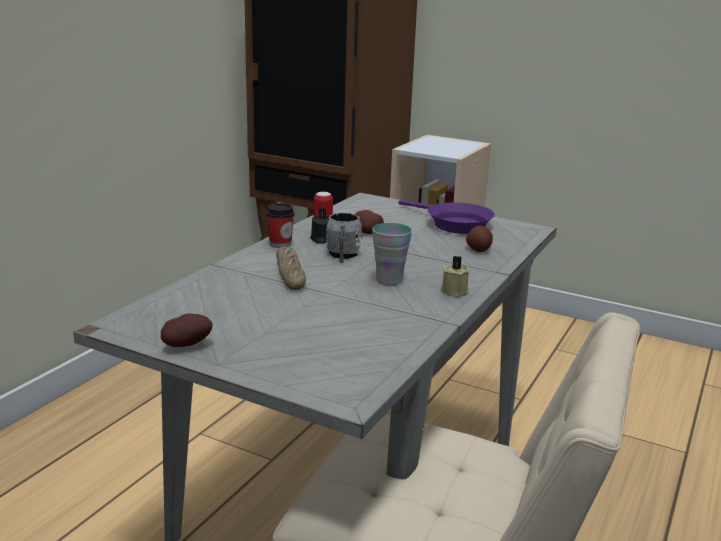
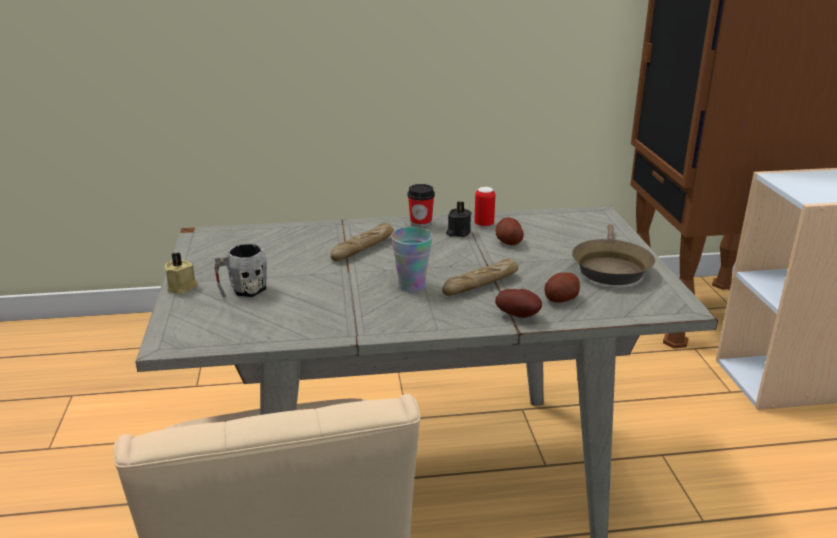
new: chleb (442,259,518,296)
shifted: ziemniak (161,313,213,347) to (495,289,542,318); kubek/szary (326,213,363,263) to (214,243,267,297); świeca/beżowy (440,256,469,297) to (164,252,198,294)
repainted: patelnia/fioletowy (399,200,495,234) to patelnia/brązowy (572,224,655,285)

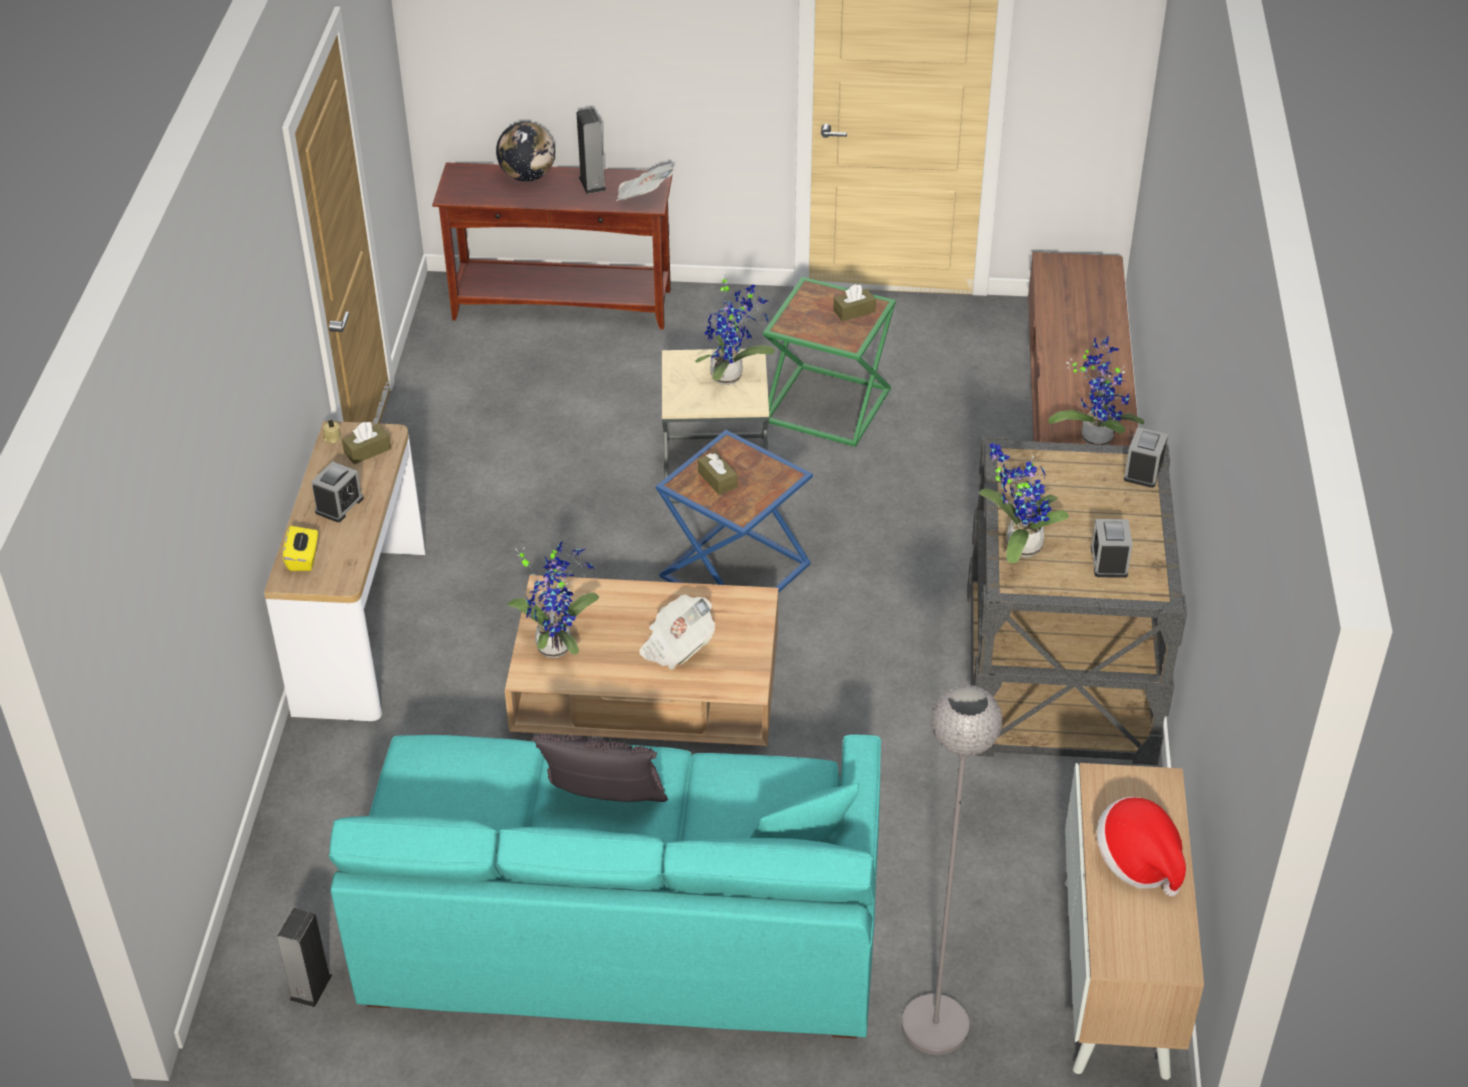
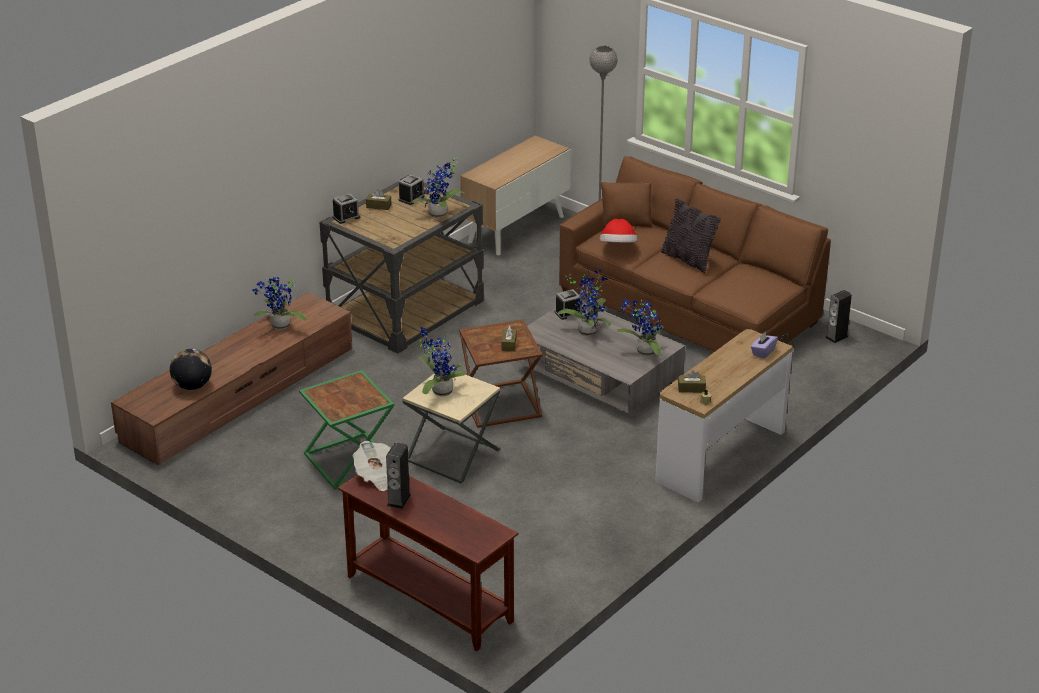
shifted: budzik (311,461,364,522) to (555,289,582,320); globus (496,122,555,182) to (170,349,212,390); pudełko chusteczek/brązowy (833,284,876,321) to (366,189,391,210); kapelusz (1097,797,1186,896) to (600,219,638,242)
swapped: gazeta (639,595,715,670) to roślina doniczkowa (557,269,611,336)
repainted: pudełko chusteczek/żółty (283,526,318,571) to pudełko chusteczek/fioletowy (751,331,778,359); kanapa/turkusowy (329,735,881,1038) to kanapa/brązowy (559,156,831,352); ława/brązowy (505,575,778,746) to ława/szary (515,302,685,414); stolik/niebieski (656,430,813,593) to stolik/brązowy (459,320,543,428)

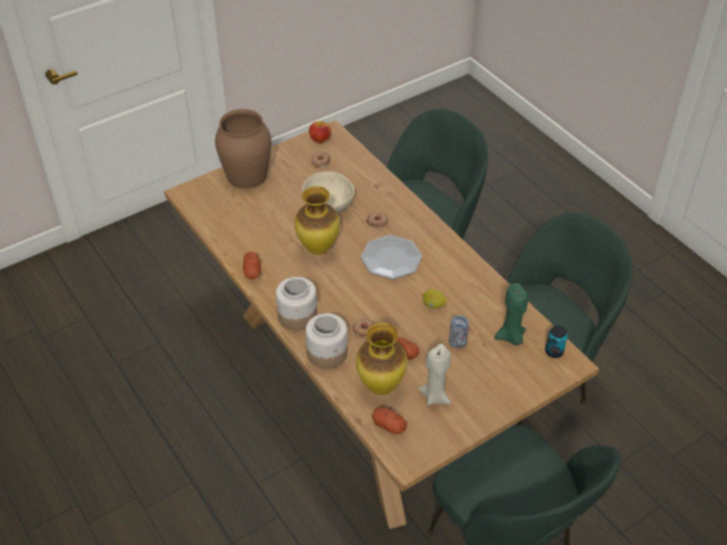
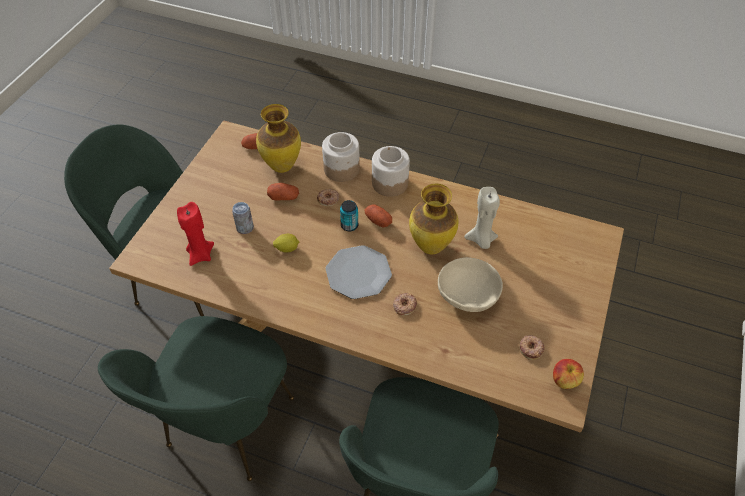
gone: wazon/brązowy (215,109,271,189)
shifted: ziemniak (243,252,261,279) to (365,204,392,228); świeca/beżowy (419,344,451,406) to (464,187,500,249); puszka (545,326,568,358) to (340,200,358,231)
repainted: świeca/zielony (495,283,528,345) to świeca/czerwony (177,202,214,266)

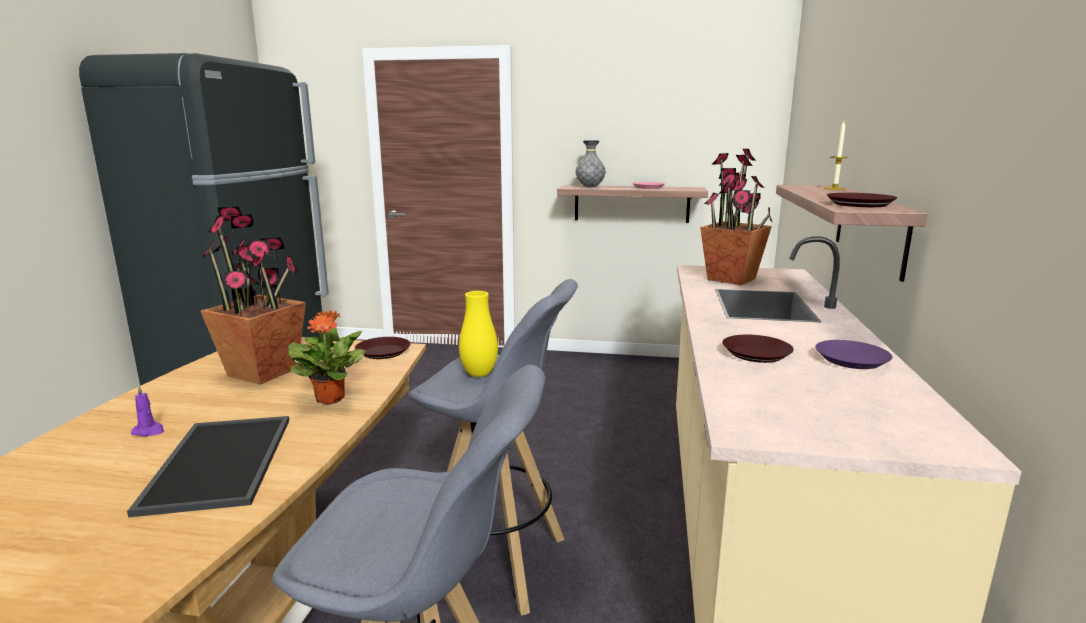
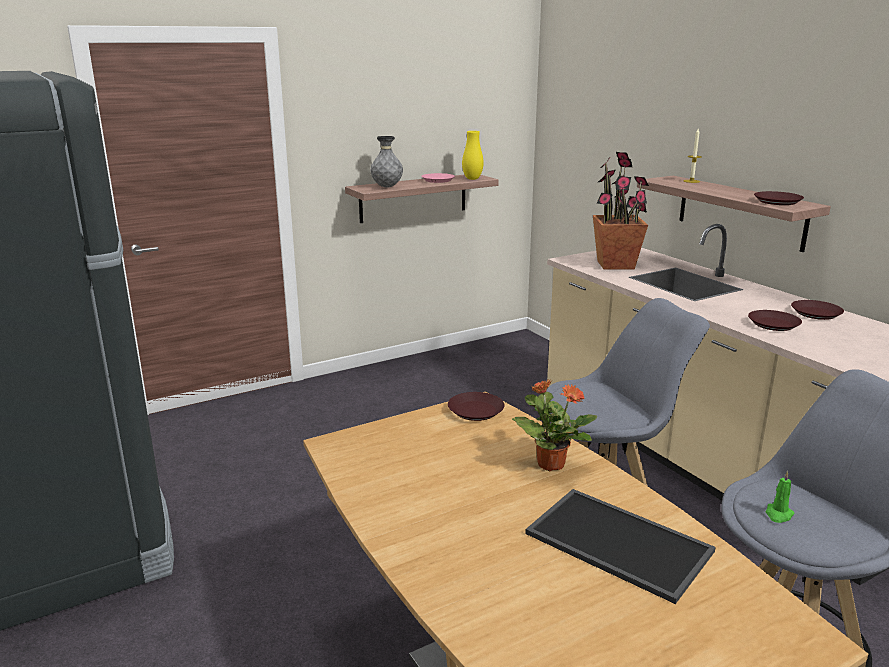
gone: świeca/fioletowy (131,385,164,436); roślina doniczkowa (200,206,306,384)
new: świeca/zielony (766,471,795,523)
shifted: wazon/żółty (459,291,498,377) to (462,131,484,180)
repainted: talerz/fioletowy (815,340,893,369) to talerz/brązowy (791,300,844,320)

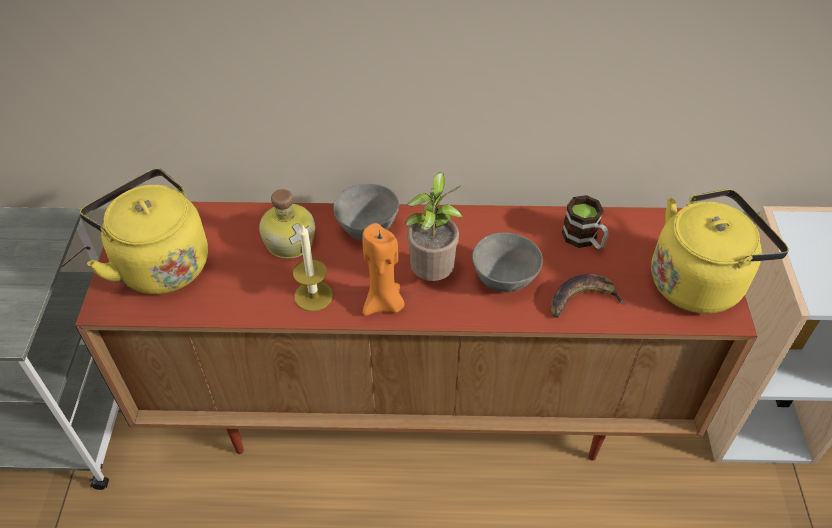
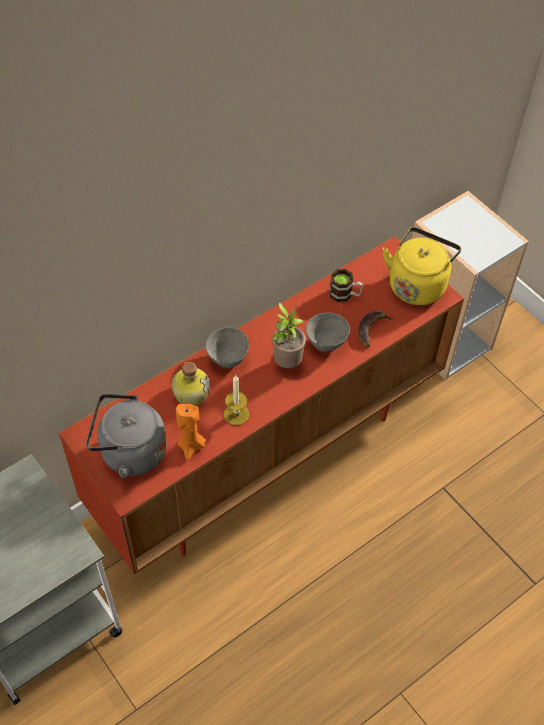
shifted: świeca/pomarańczowy (362,223,405,316) to (176,404,205,460)
repainted: czajnik/żółty (79,168,208,294) to czajnik/szary (86,394,167,478)

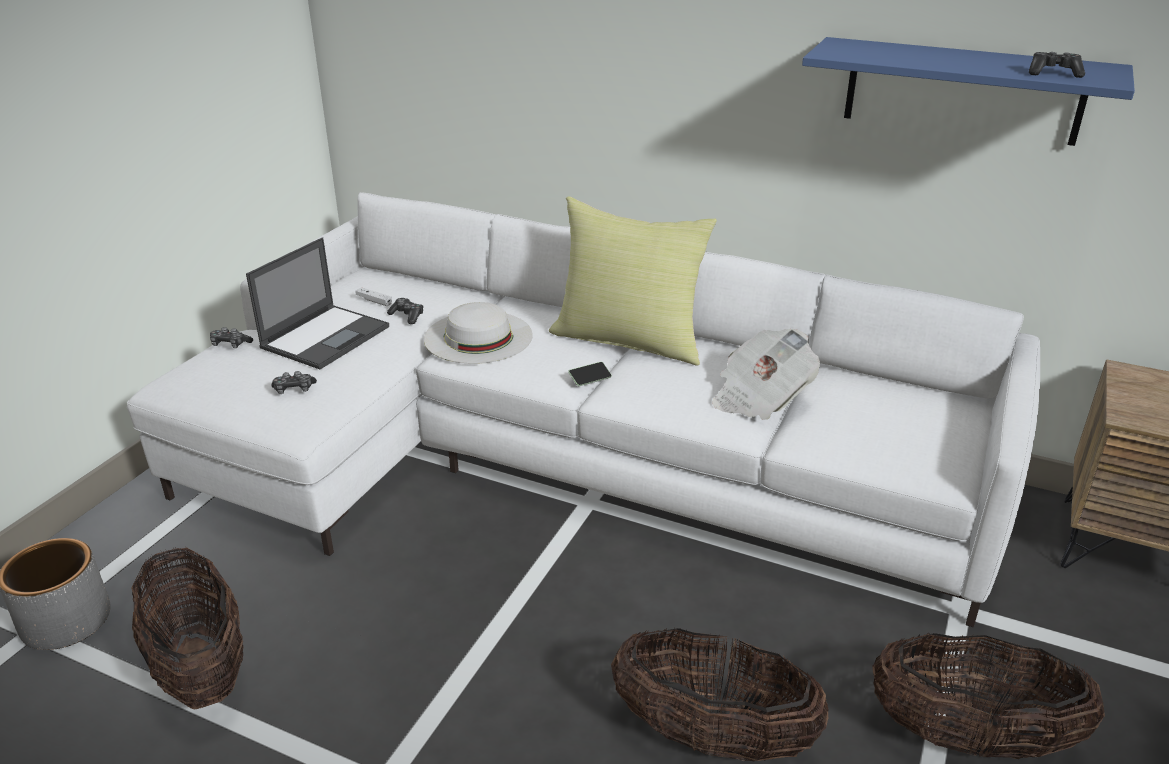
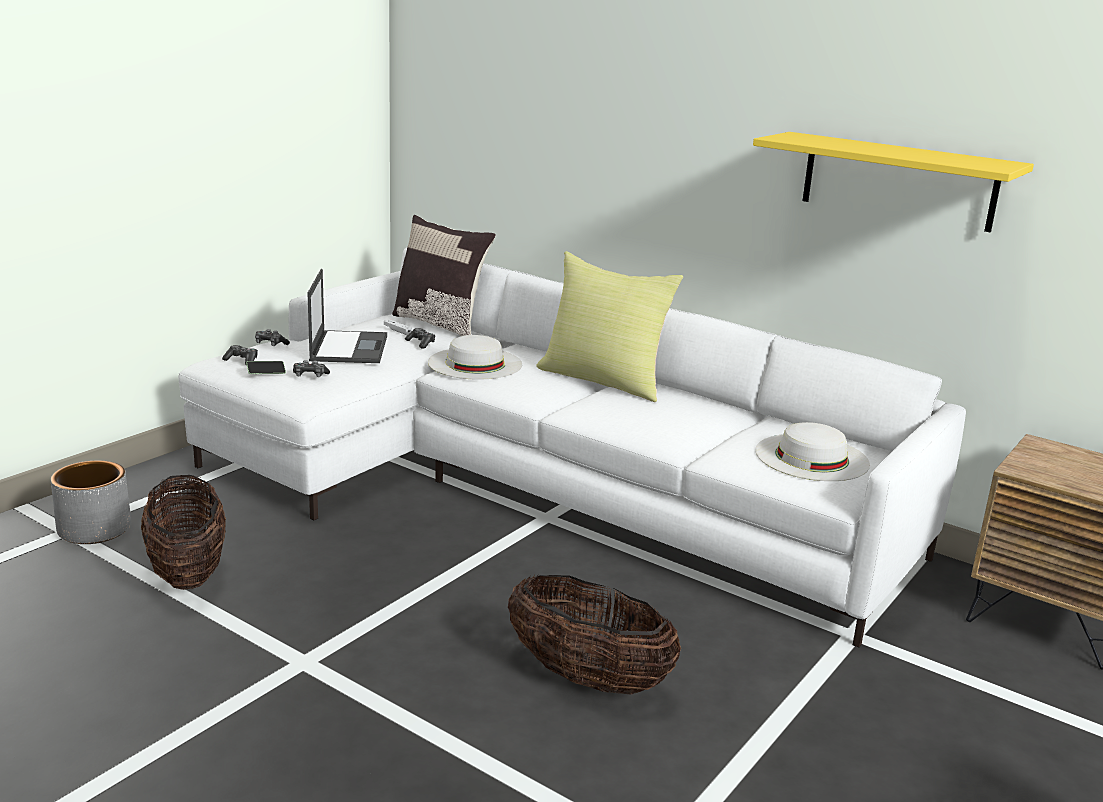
gone: gazeta (712,329,820,420); koszyk (872,632,1105,759)
new: poduszka (392,215,496,336); kapelusz/biały (755,422,870,481)
shifted: telefon (568,362,612,386) to (246,361,286,374); pad do gier (1029,52,1085,78) to (222,345,258,365)
repainted: półka/niebieski (802,37,1135,146) to półka/żółty (753,132,1034,232)
rotated: laptop (246,237,389,369) = (307,269,387,363) 45 degrees counterclockwise

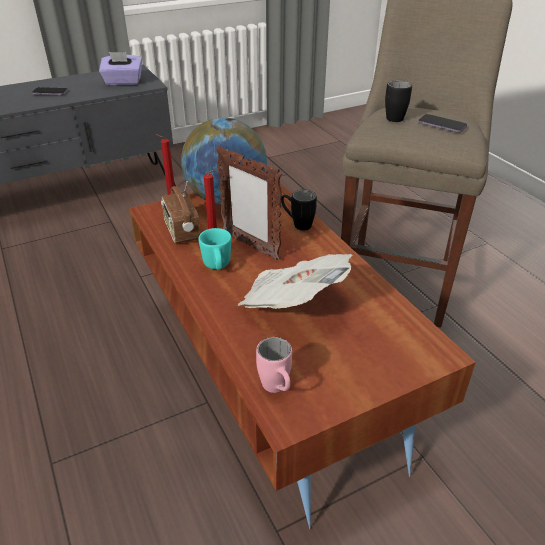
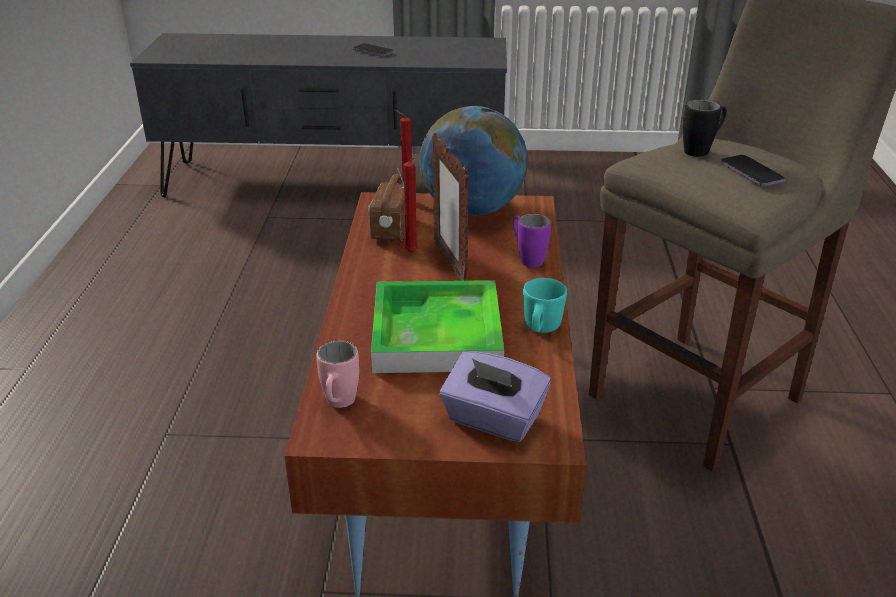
shifted: pudełko chusteczek/fioletowy (99,52,142,85) to (439,352,551,442); kubek/turkusowy (198,228,232,270) to (523,278,567,333)
swapped: gazeta (237,254,352,309) to taca (371,280,504,373)
repainted: kubek/czarny (281,190,317,231) to kubek/fioletowy (513,214,551,267)

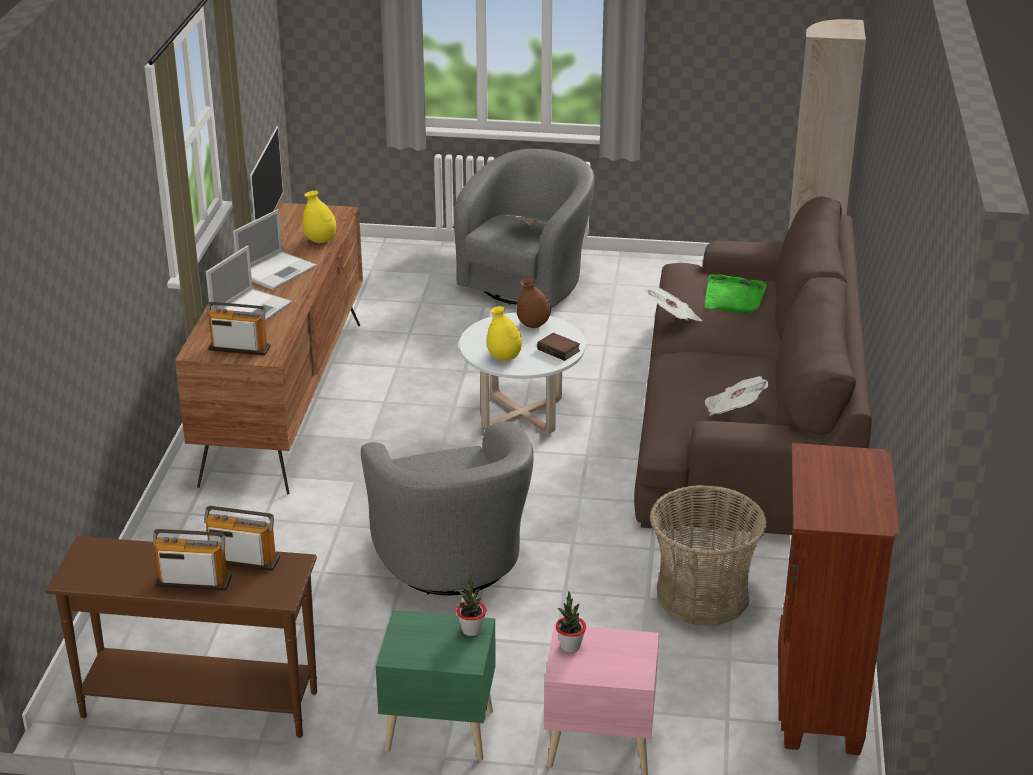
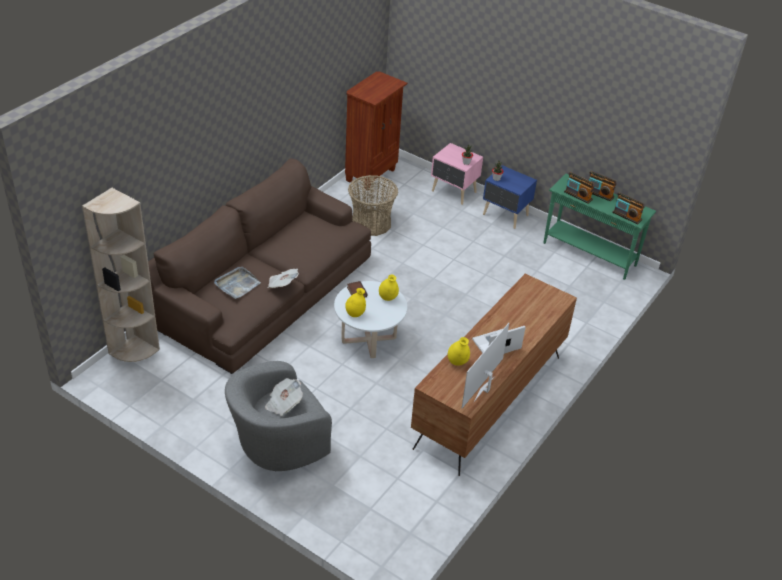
gone: laptop (206,246,292,321); fotel/szary (361,421,534,595); gazeta (705,376,768,416)
shifted: radio (207,302,271,356) to (612,192,645,224)
repainted: stolik konsolowy/brązowy (46,536,317,738) to stolik konsolowy/zielony (543,174,656,280); szafka nocna/zielony (376,610,496,760) to szafka nocna/niebieski (483,165,537,229); wazon/brązowy (517,278,551,328) to wazon/żółty (345,288,366,317); taca/zielony (705,274,767,314) to taca/szary (214,267,261,299)

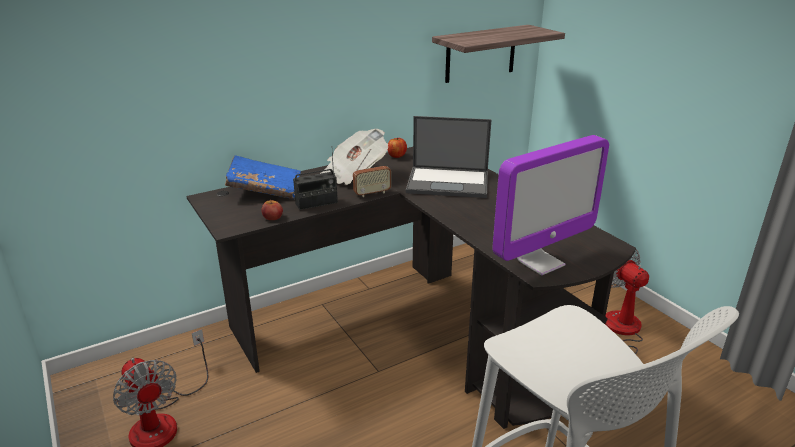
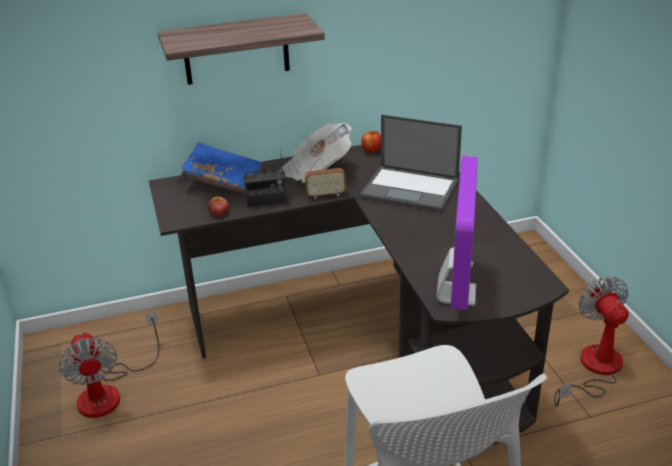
shifted: półka (432,25,565,83) to (158,13,325,85)
rotated: monitor (492,135,609,275) = (436,156,478,310) 60 degrees counterclockwise

